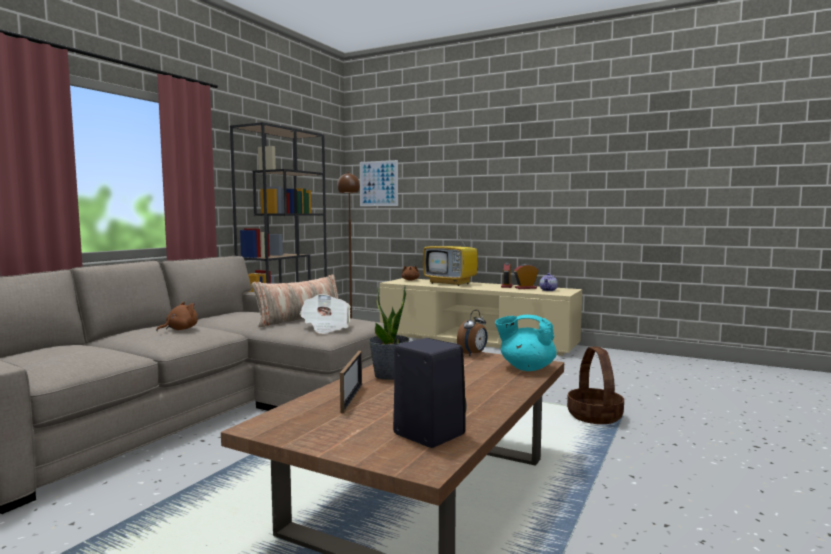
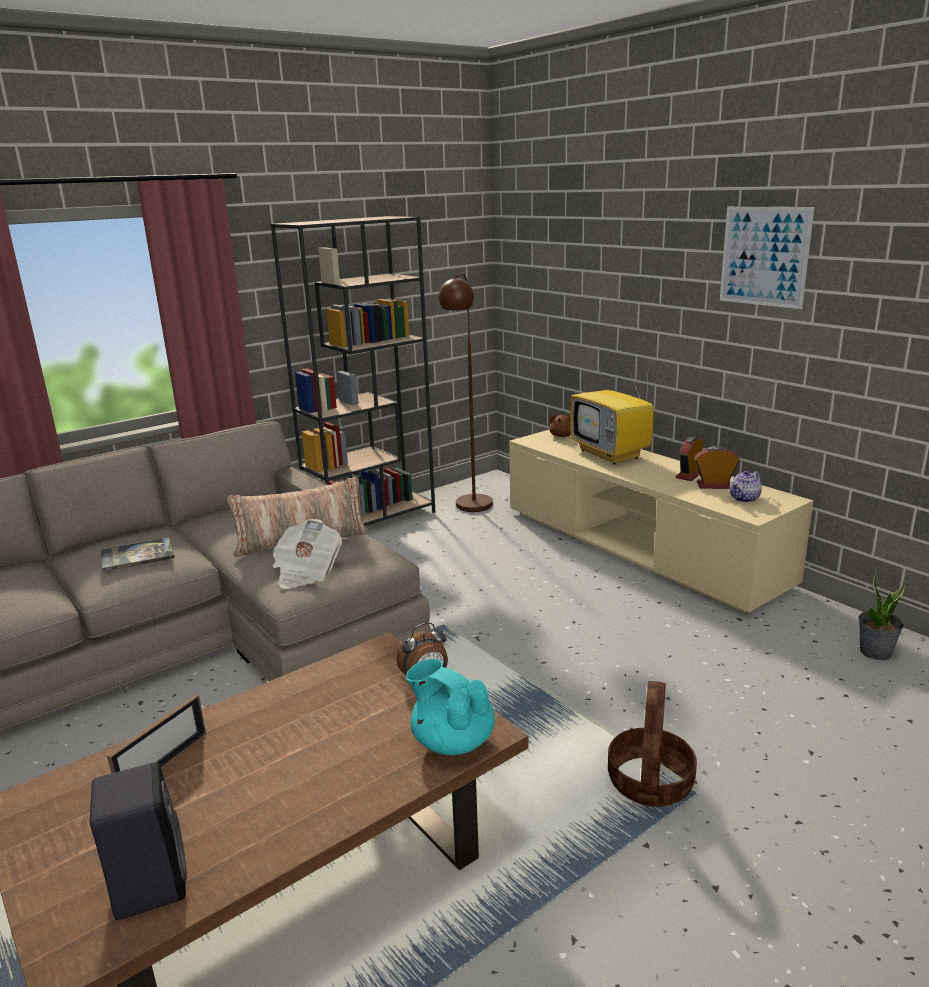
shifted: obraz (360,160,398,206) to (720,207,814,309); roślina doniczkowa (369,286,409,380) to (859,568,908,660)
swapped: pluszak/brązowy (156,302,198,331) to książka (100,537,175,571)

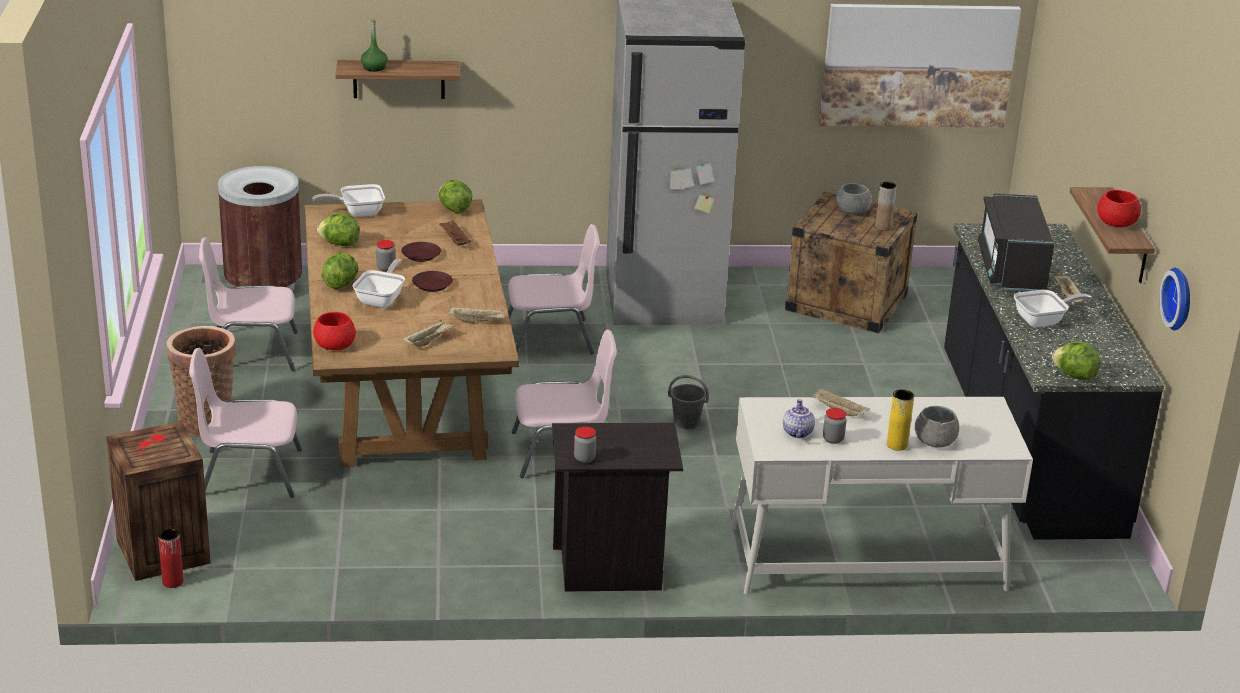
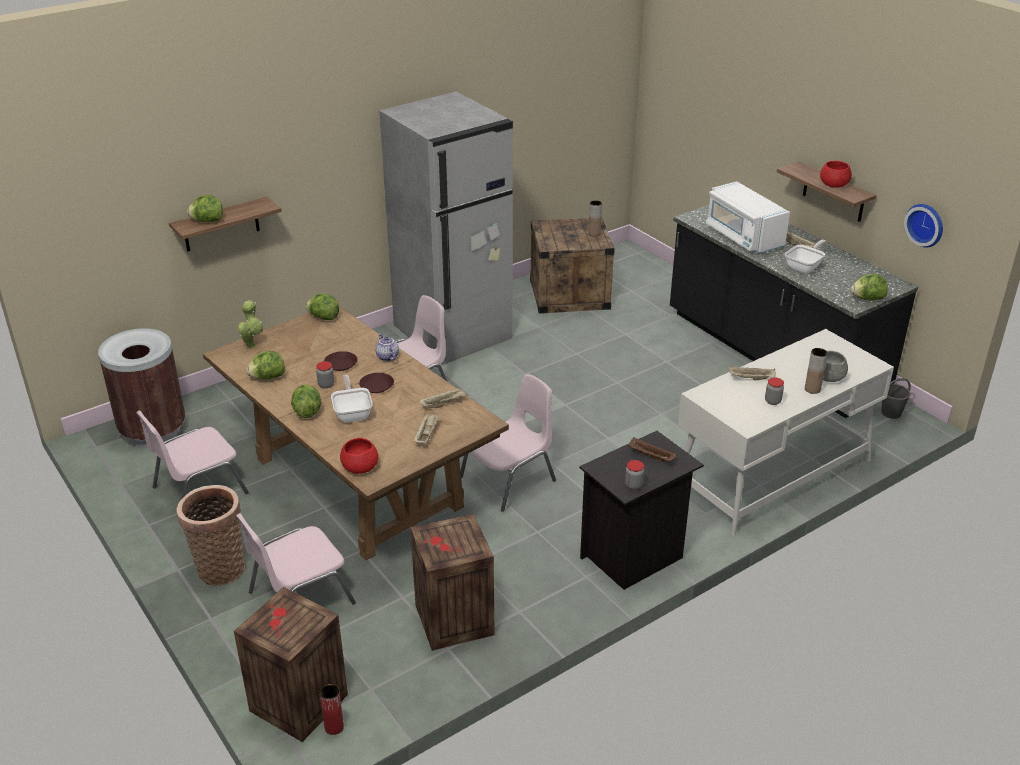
gone: obraz (819,4,1021,128); miska/szary (836,183,872,214)
new: skrzynka (410,514,495,651)
shifted: taca/brązowy (439,220,471,245) to (628,437,677,461); wiadro/szary (668,375,709,429) to (881,378,911,419); imbryk (783,399,815,438) to (375,333,399,361)
swapped: patelnia (312,184,385,217) to roślina doniczkowa (238,300,263,349); butelka/zielony (361,19,388,72) to sałata (187,195,223,222)
repainted: wazon/żółty (887,389,914,451) to wazon/brązowy (805,348,828,394); mikrofalówka/czarny (978,194,1054,291) to mikrofalówka/biały (706,181,790,253)

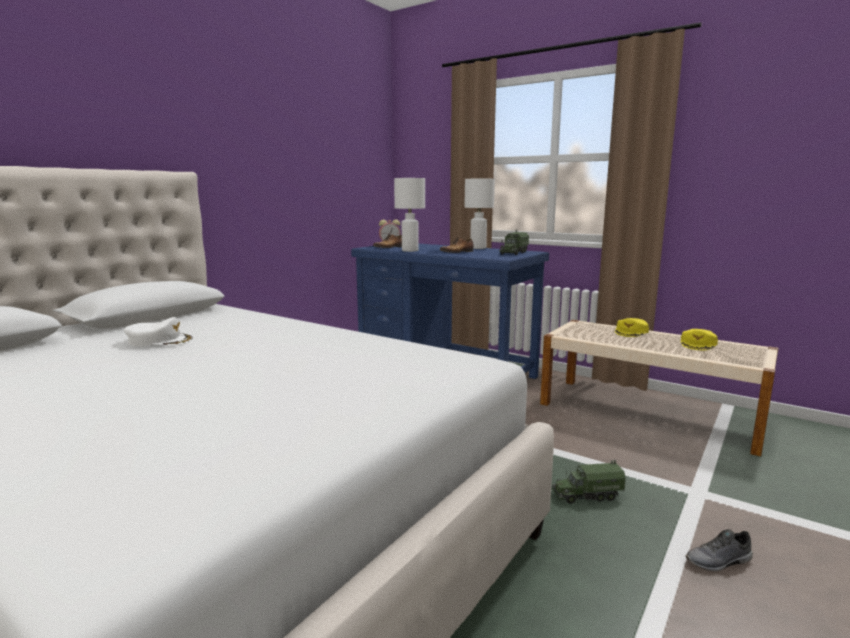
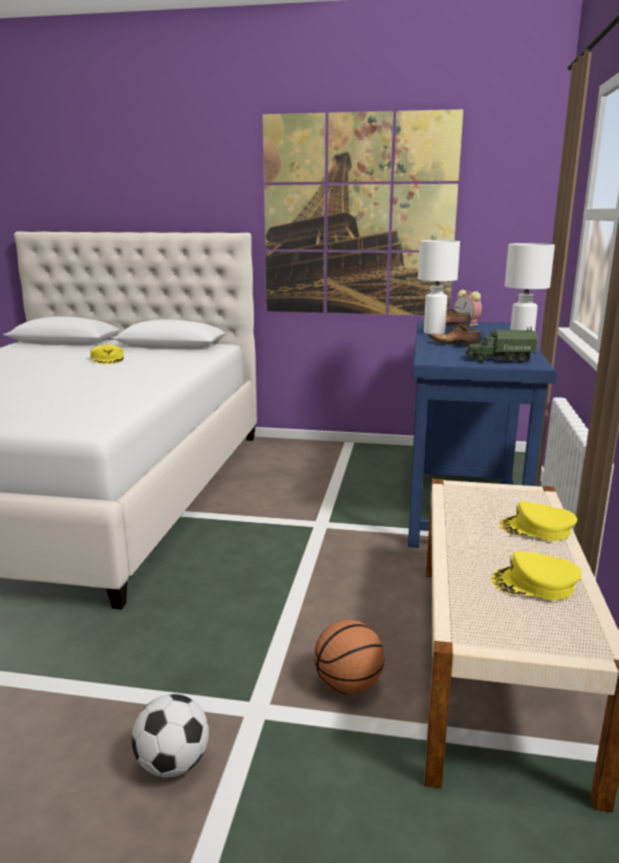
gone: ciężarówka zabawkowa (552,460,626,504); but/szary (686,529,753,571)
new: piłka futbolowa (132,694,209,778); obraz (262,109,463,316); piłka do koszykówki (314,620,385,694)
repainted: czapka z daszkiem/biały (124,317,194,347) to czapka z daszkiem/żółty (90,345,124,364)

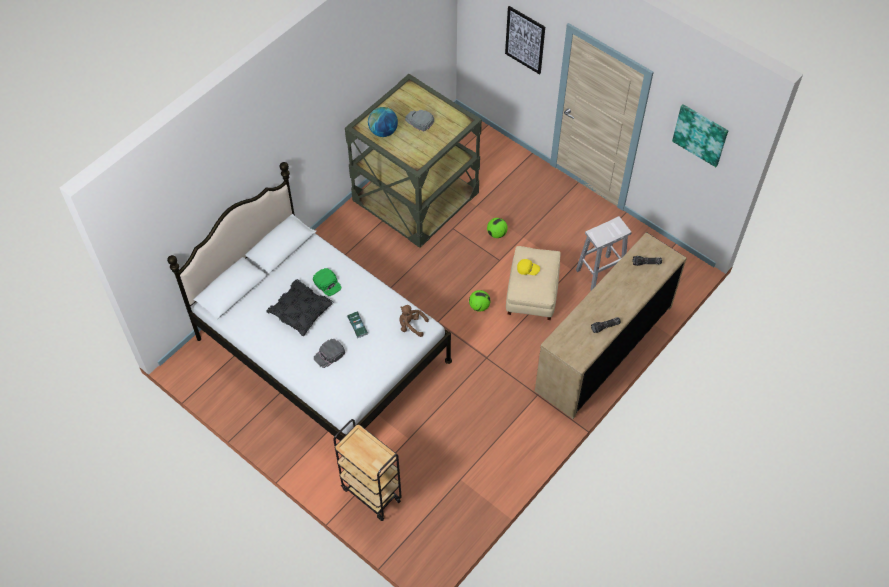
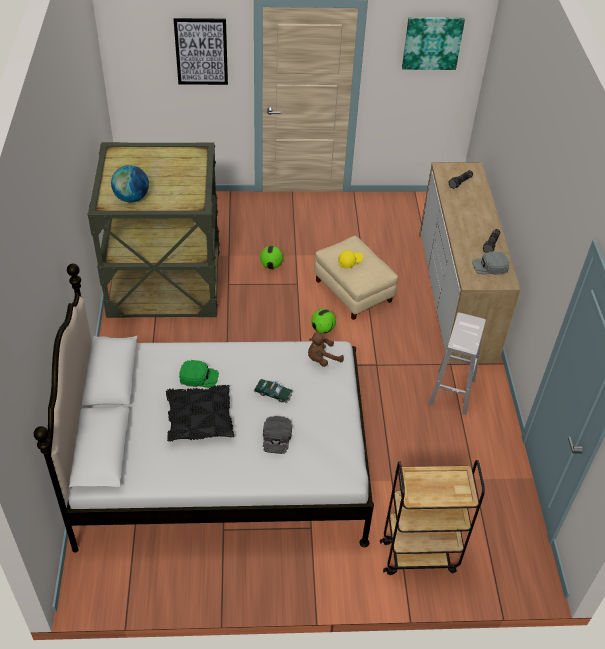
shifted: czapka z daszkiem/szary (405,110,434,131) to (472,251,509,275); stołek/biały (576,216,632,291) to (428,312,486,415)

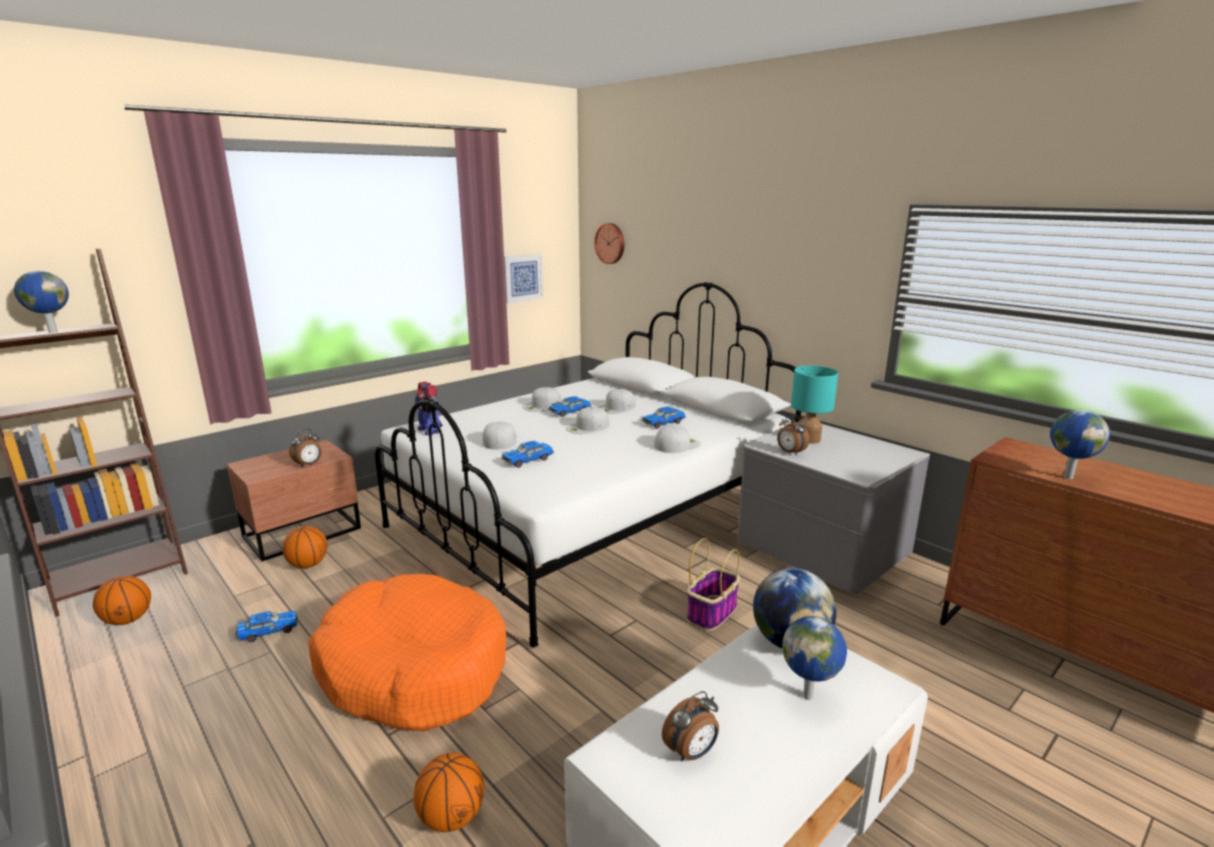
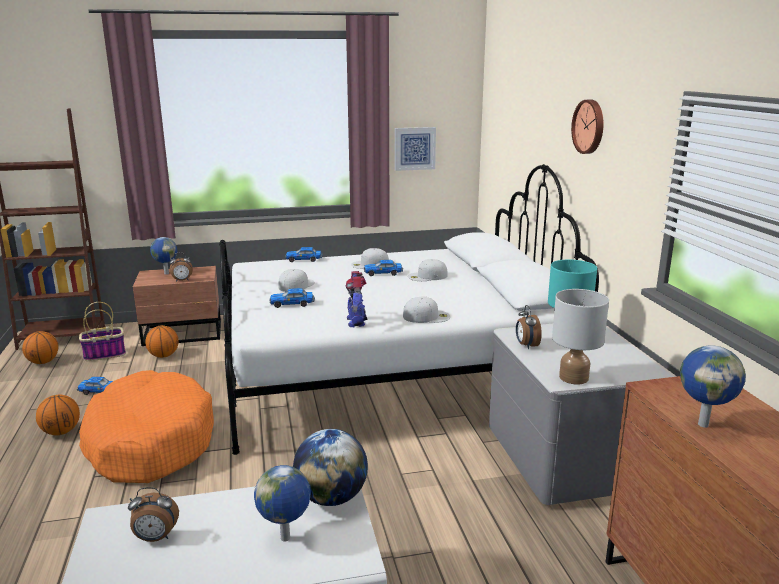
gone: czapka z daszkiem/biały (566,407,609,434)
new: lampa stołowa/szary (552,289,609,385)
shifted: globus (14,271,69,333) to (150,237,177,275); robot zabawkowy (414,381,443,436) to (345,271,367,327); piłka do koszykówki (414,753,484,832) to (36,394,80,435); zegar ścienny (594,223,624,264) to (571,100,604,154); samochodzik (642,407,686,428) to (285,247,323,262); koszyk (687,538,740,631) to (79,302,126,361)

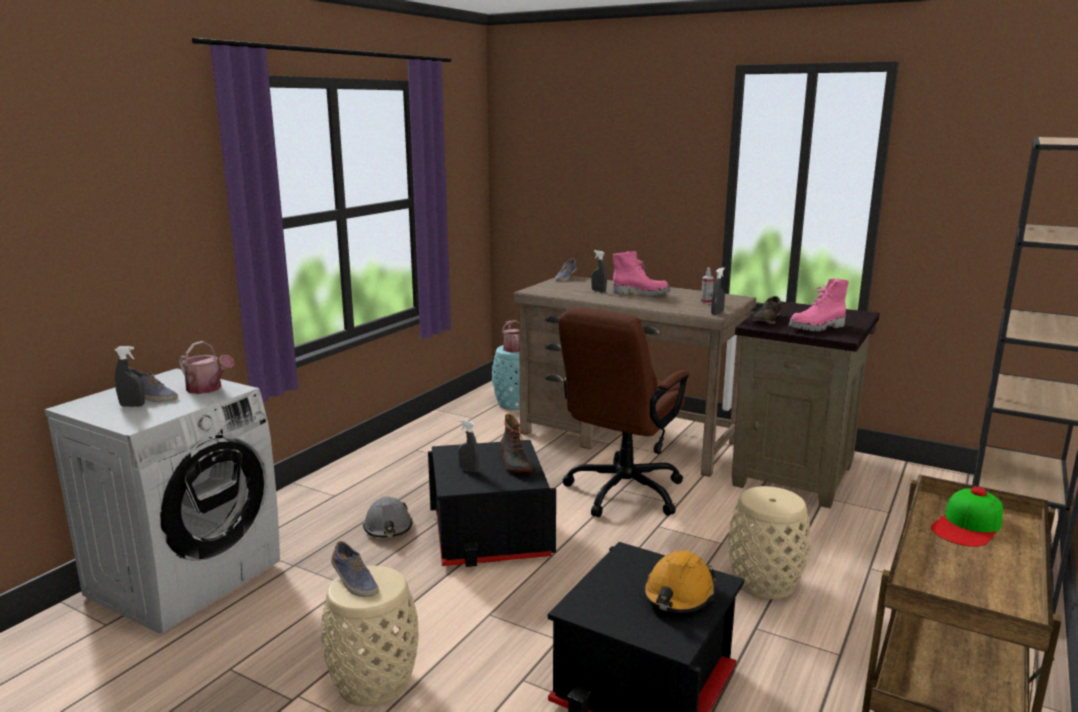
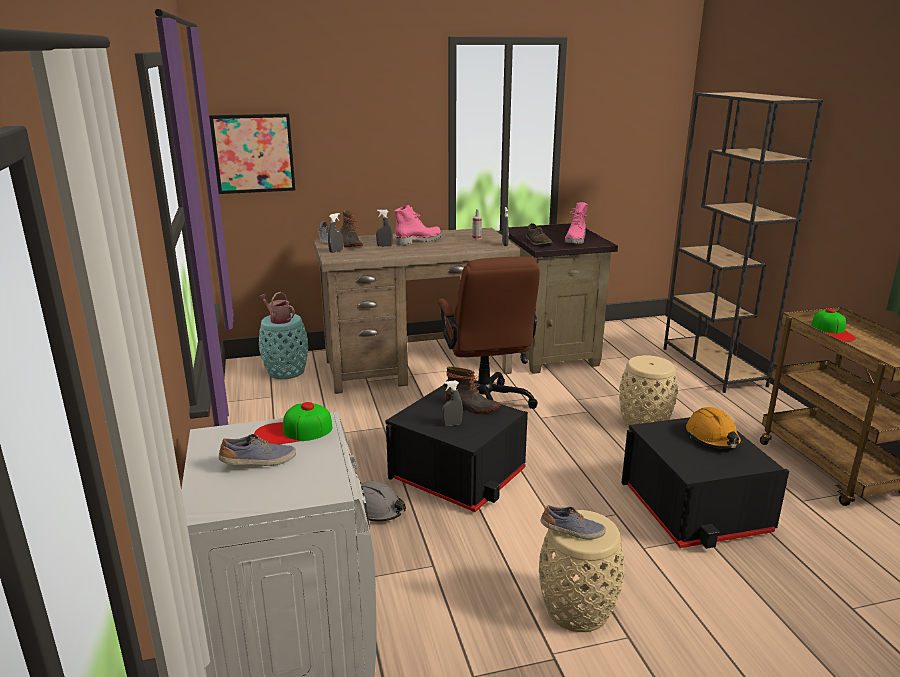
new: obraz (209,114,295,194); but z cholewką (340,210,363,247)
shifted: spryskiwacz/szary (115,346,145,407) to (328,213,343,253)
swapped: konewka (179,341,235,394) to czapka z daszkiem (254,402,332,444)

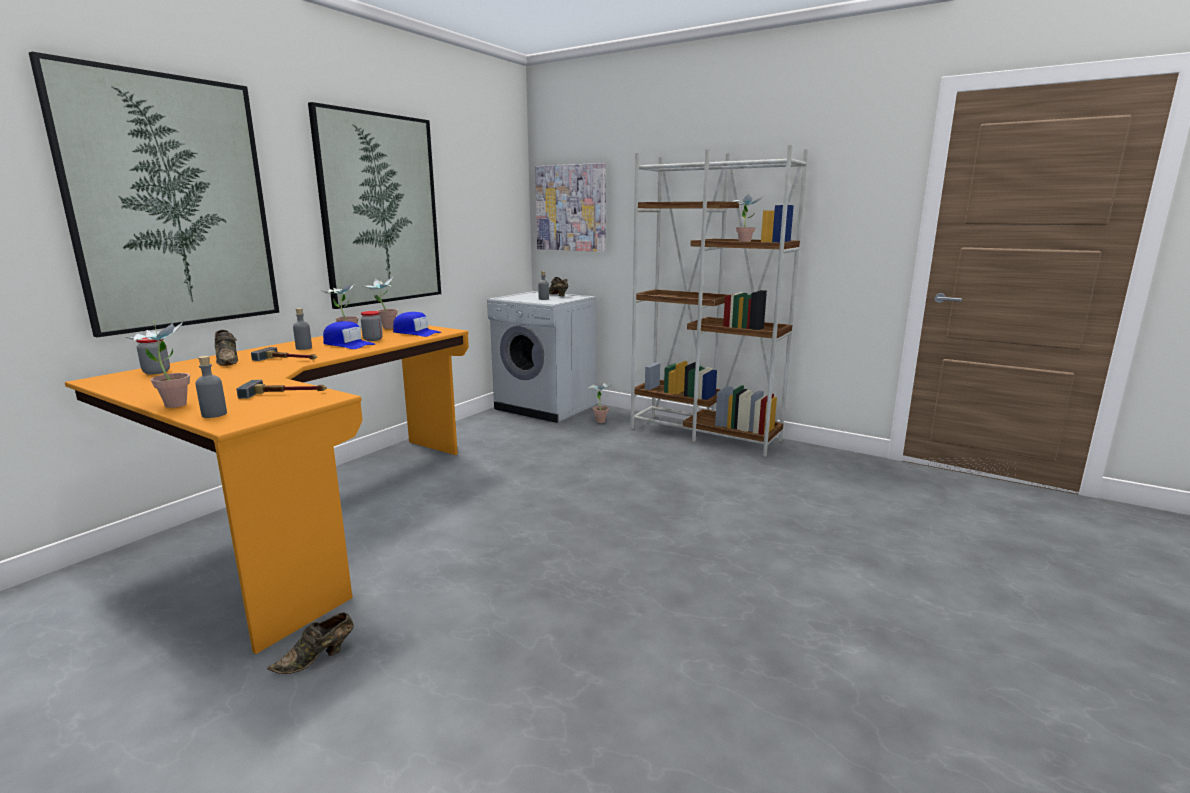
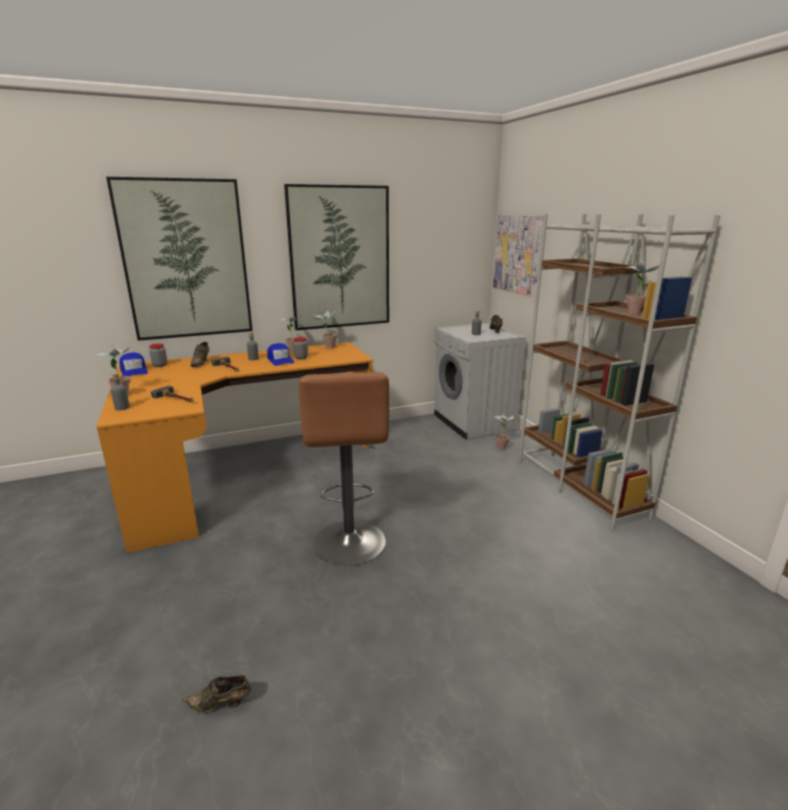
new: stołek/brązowy (299,372,389,566)
shifted: but/brązowy (267,612,354,674) to (181,675,251,713); czapka z daszkiem/niebieski (393,312,442,337) to (119,353,148,376)

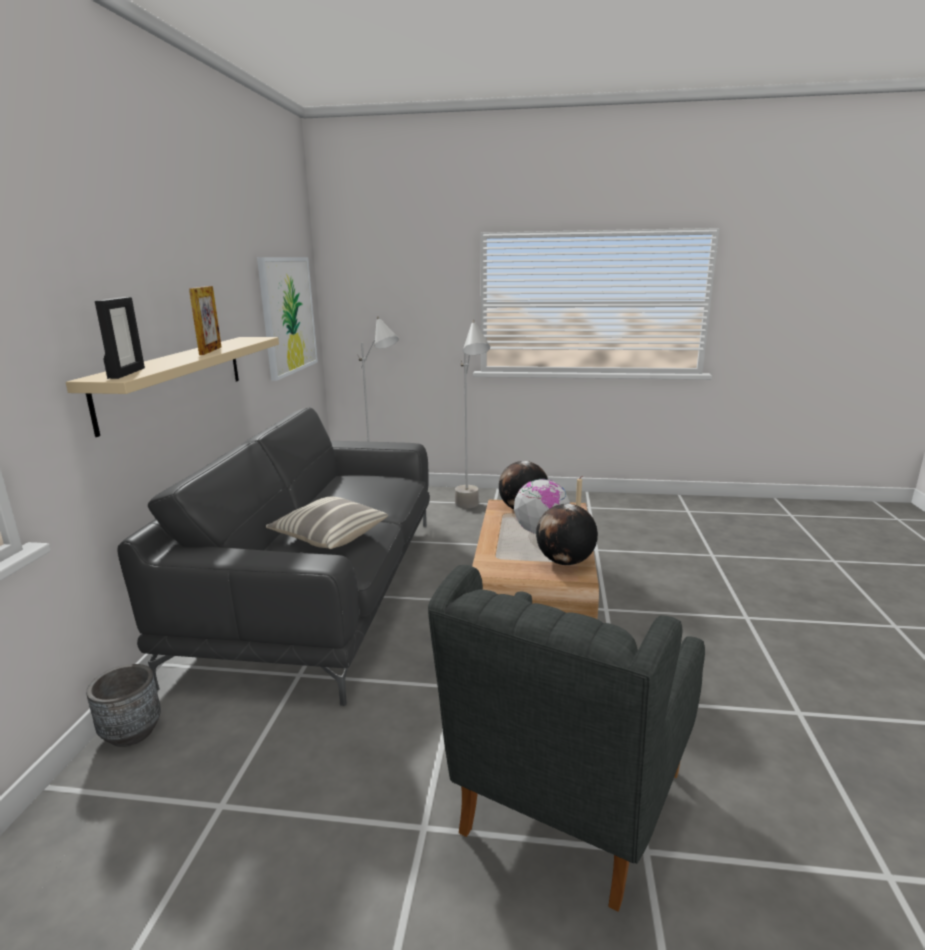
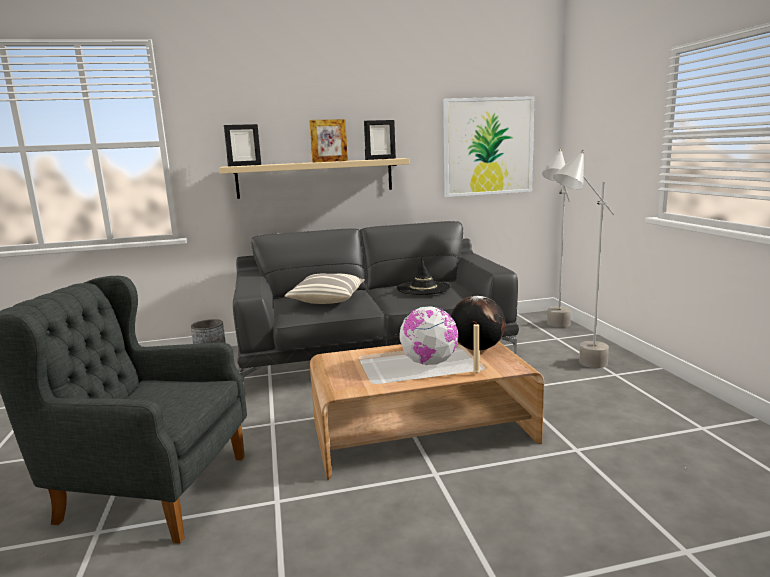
gone: globus (536,504,598,565)
new: ramka na zdjęcie (364,120,396,160); kapelusz/czarny (397,257,450,295)

